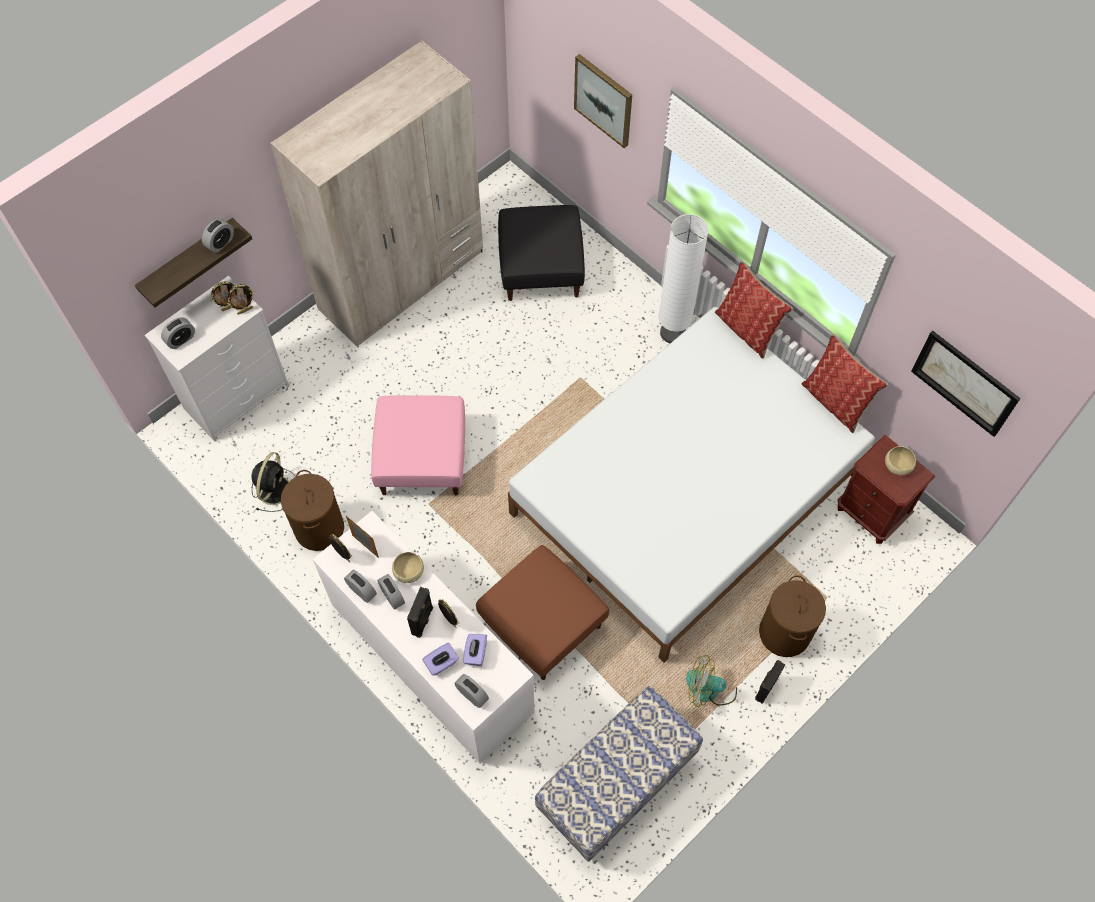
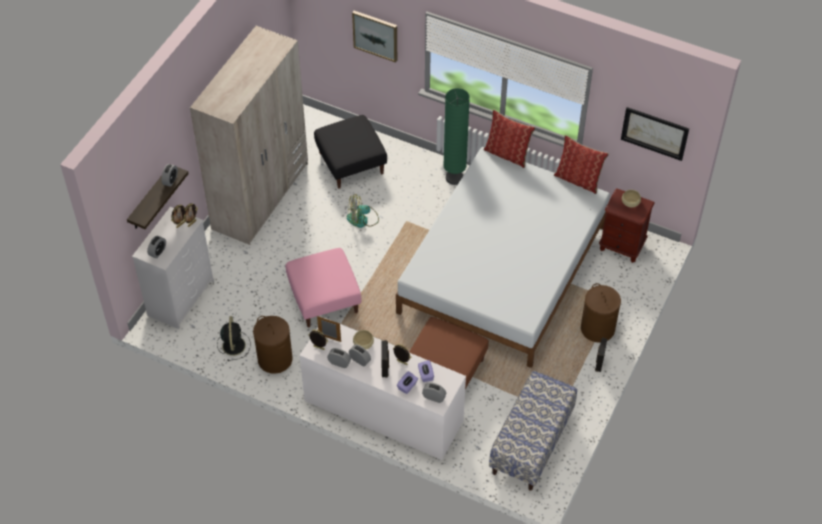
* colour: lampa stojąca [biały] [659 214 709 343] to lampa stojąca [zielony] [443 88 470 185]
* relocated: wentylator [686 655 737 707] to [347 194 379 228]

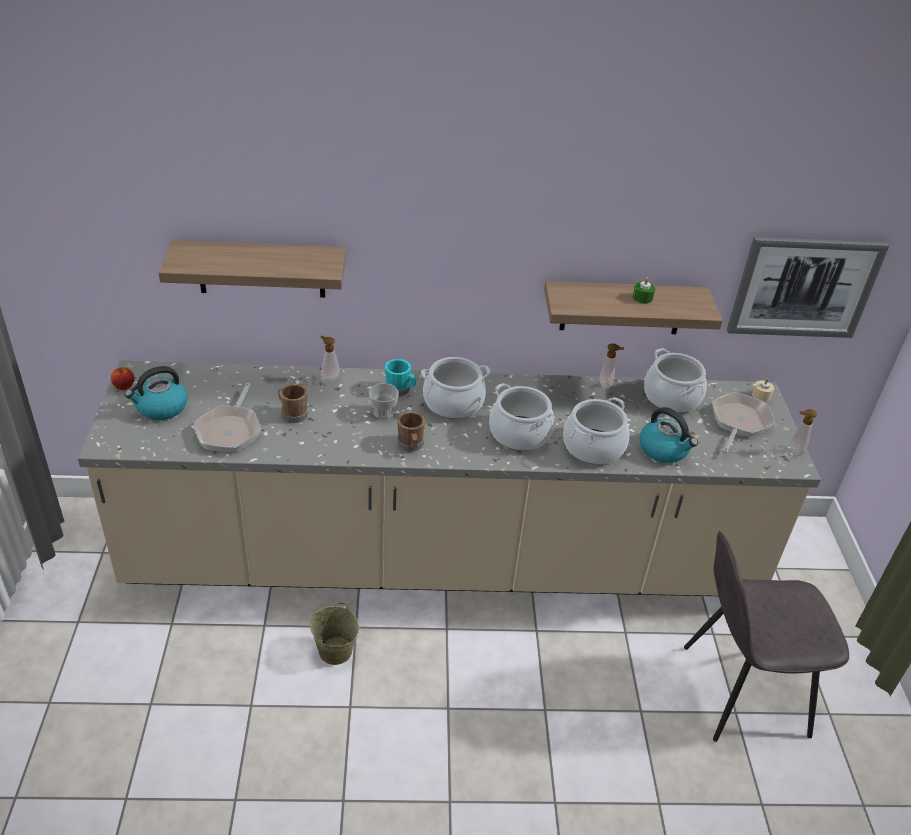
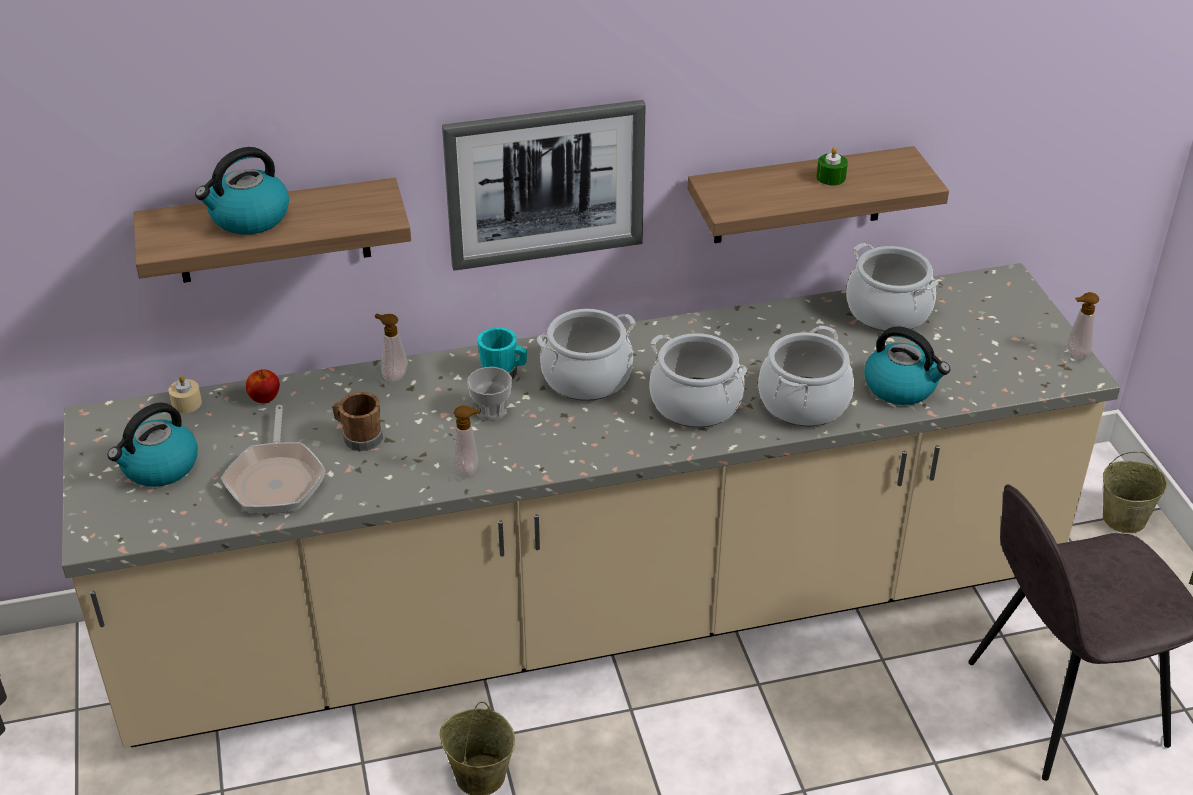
* relocated: obraz [727 237 889 338] to [442 100 646 271]
* relocated: dozownik mydła [599 343 624 389] to [454 406 481 478]
* relocated: jabłko [111 367 134 390] to [246 369 280 403]
* relocated: świeca [beżowy] [752 378 774 402] to [169 376 202 413]
* missing: patelnia [712 392 775 453]
* missing: kubek [brązowy] [397 411 425 452]
* appeared: czajnik [195 147 289 235]
* appeared: wiadro [beżowy] [1103 452 1167 533]

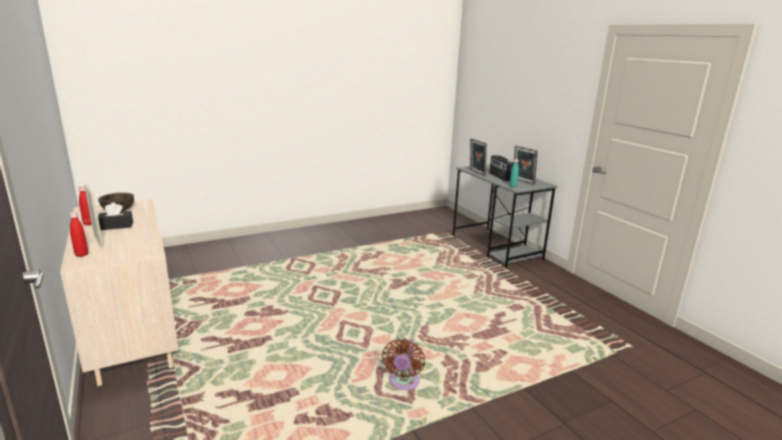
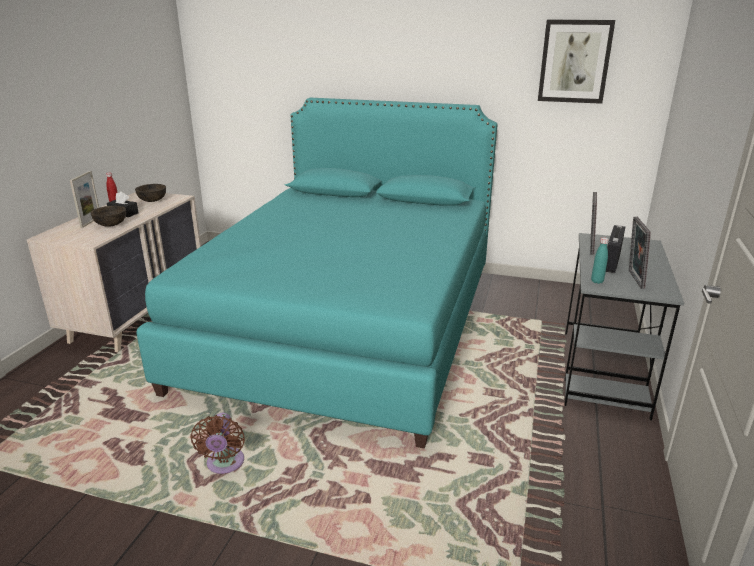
* missing: butelka [czerwony] [69 212 88 257]
* spun: wentylator [brązowy] [382 339 425 390] = [190 413 245 474] 60 degrees counterclockwise
* appeared: obraz [538 20 615 104]
* appeared: łóżko [turkusowy] [136 98 497 449]
* appeared: miska [brązowy] [91 206 126 227]

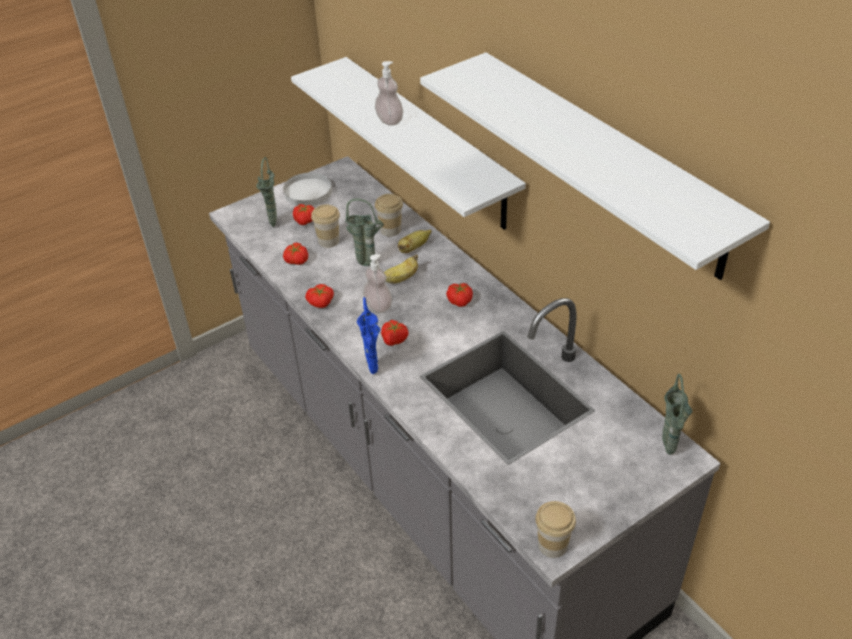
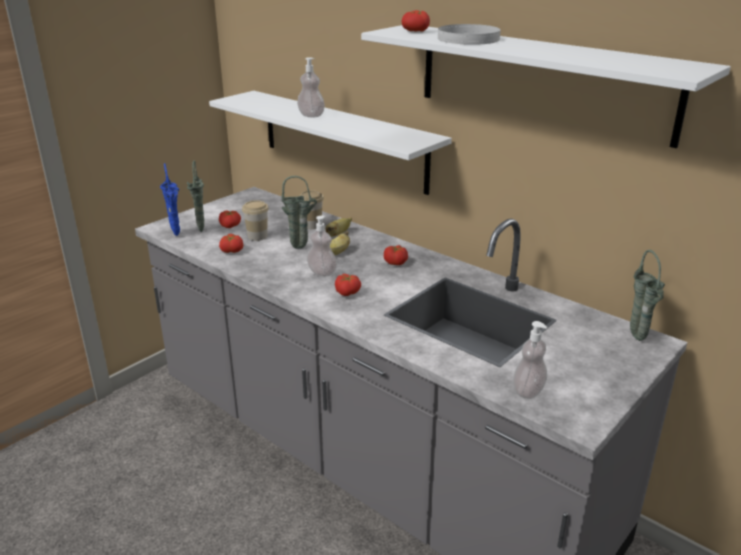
* relocated: talerz [biały] [283 173 332 206] to [438 24 501 45]
* relocated: pomidor [305 284 334 308] to [401 10 430 32]
* relocated: wazon [niebieski] [357 297 380 374] to [160 163 180 236]
* missing: filiżanka [535 501 576 558]
* appeared: dozownik mydła [513 321 548 399]

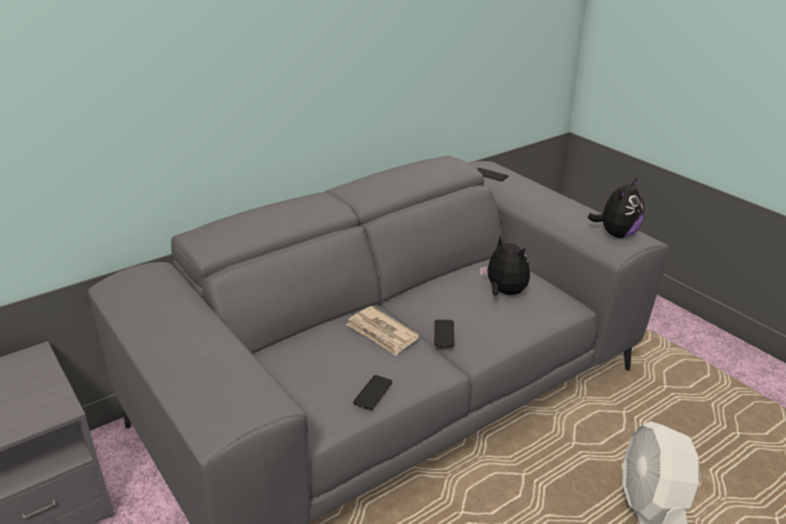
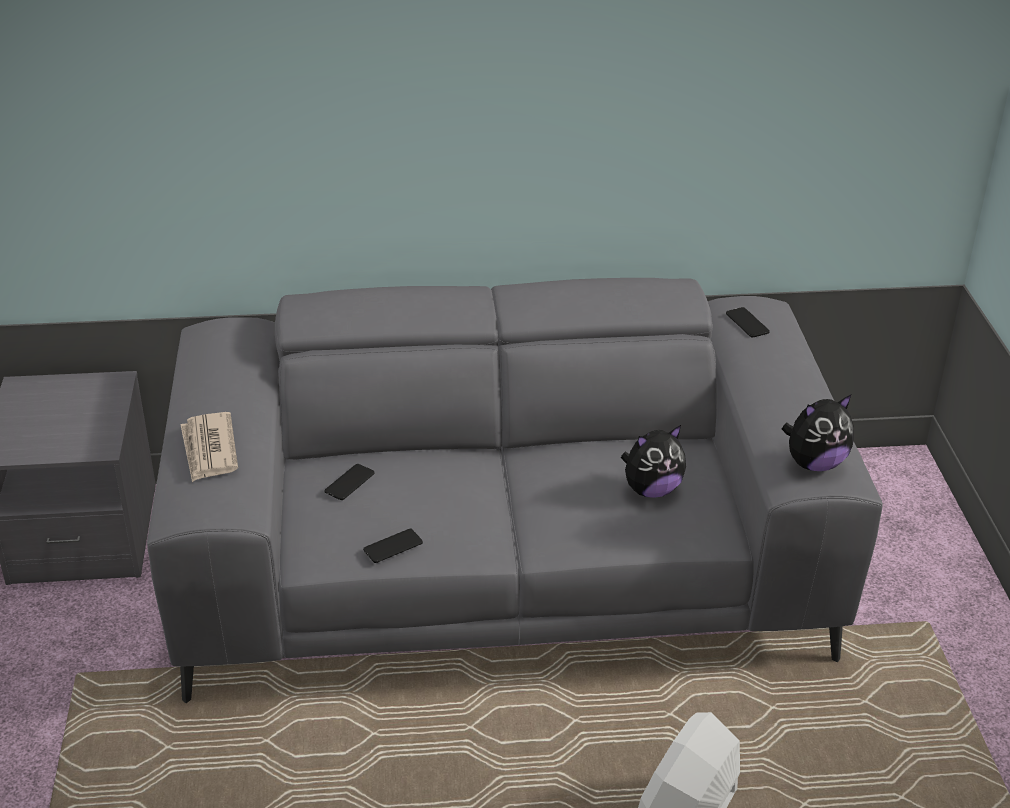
* spun: pluszak [480 236 530 296] = [621 425 686 498] 75 degrees clockwise
* relocated: gazeta [346 306 419 356] to [181 412 238 482]
* relocated: telefon [434 320 454 347] to [325 464 375 500]

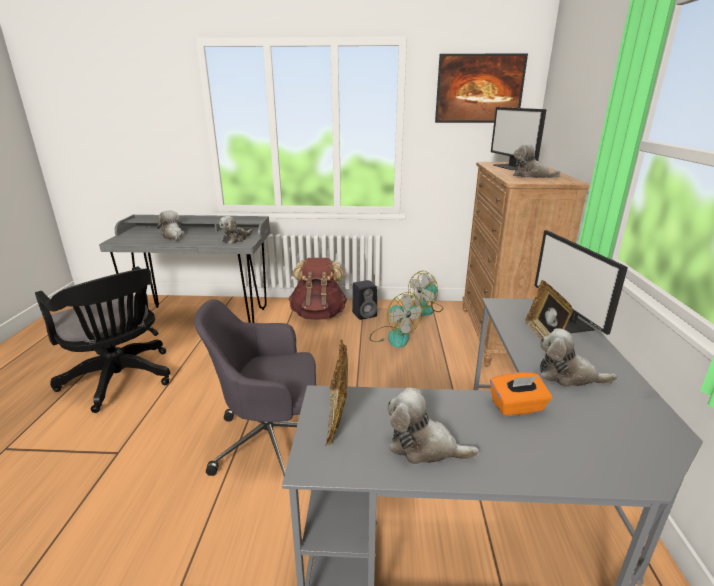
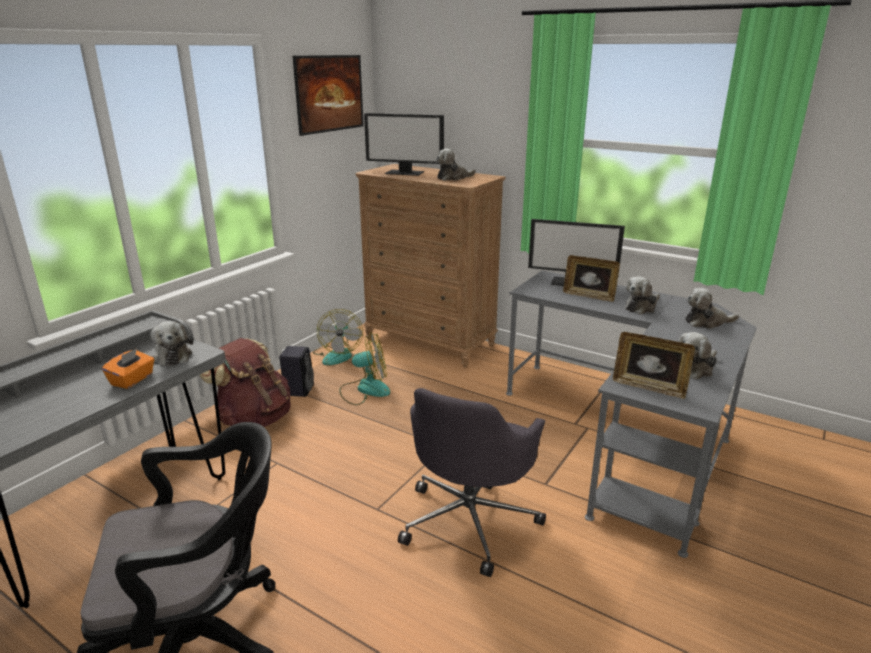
* relocated: pluszak [157 210 185 241] to [685 288 739 329]
* relocated: pudełko chusteczek [pomarańczowy] [490 372 552 416] to [102 348 155 389]

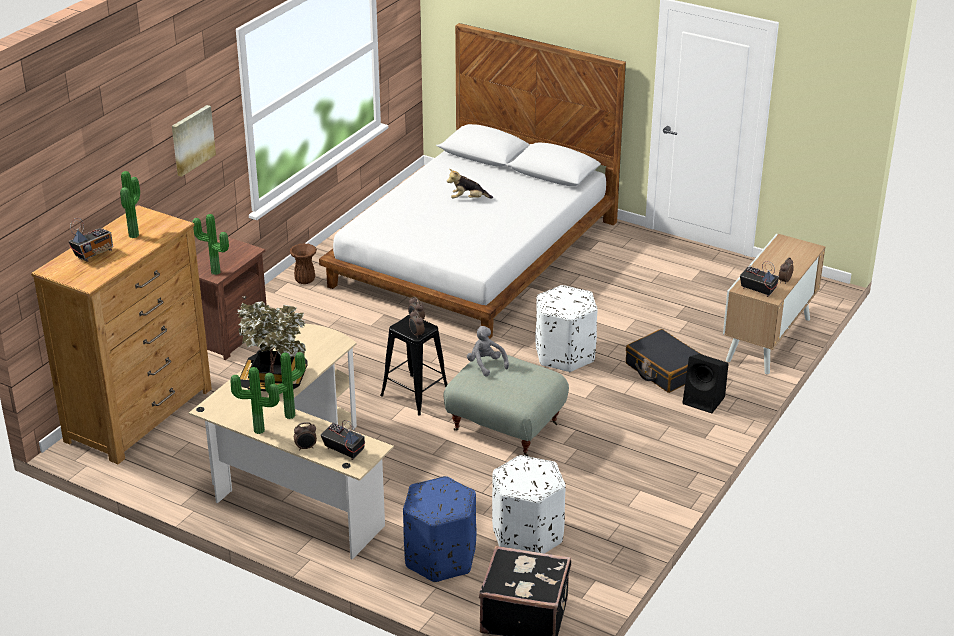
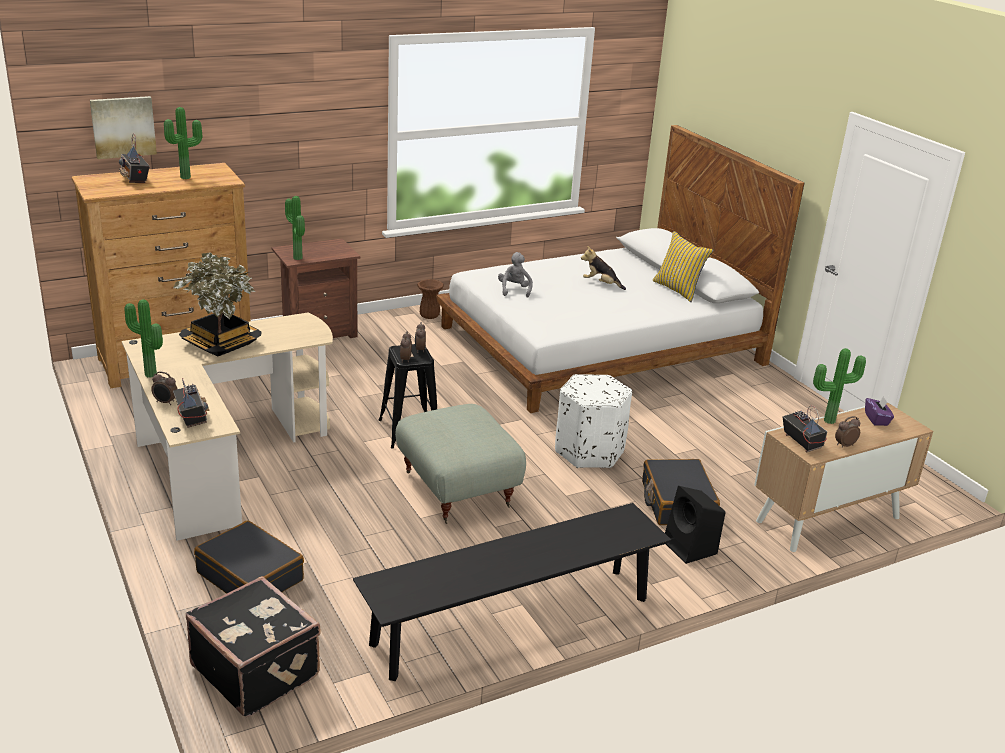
* relocated: obraz [172 105 216 177] to [90 96 157 159]
* spun: radio [69 218 113 262] = [119 133 150 183] 75 degrees clockwise
* relocated: pluszak [szary] [467 326 509 377] to [498 252 533 298]
* relocated: roślina doniczkowa [265 352 306 419] to [813 348 866 424]
* missing: pufa [biały] [492 455 566 554]
* exchanged: pufa [niebieski] [403 476 476 582] to walizka [czarny] [194 520 304 594]
* appeared: poduszka [żółty] [653 231 714 302]
* appeared: pudełko chusteczek [fioletowy] [865 396 894 426]
* appeared: ławka [czarny] [353 503 671 681]

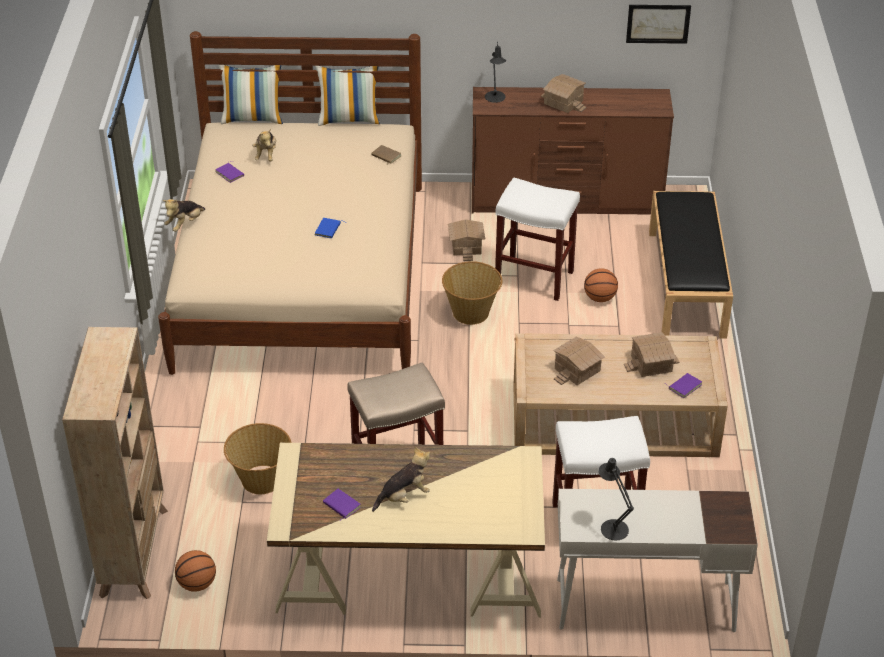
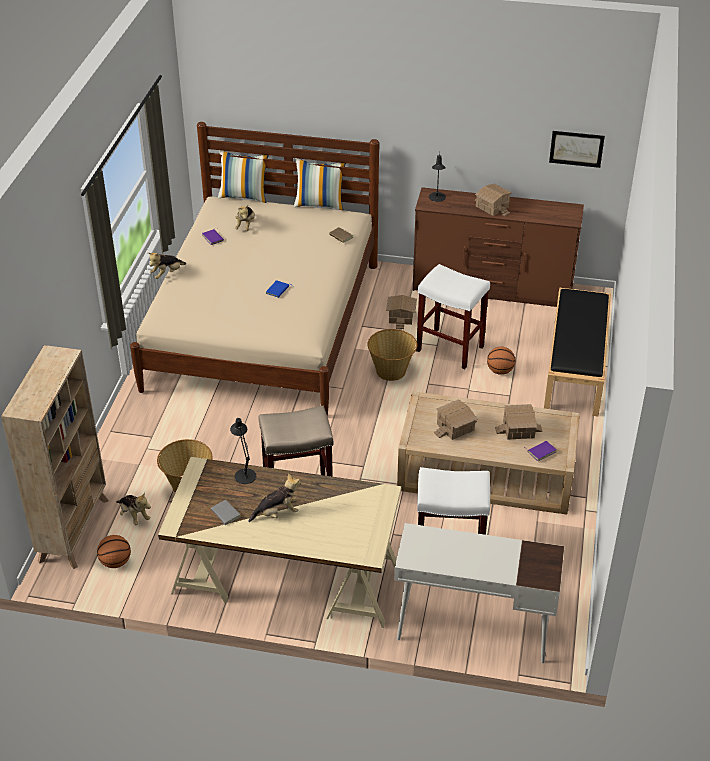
* relocated: lampa stołowa [czarny] [598 458 634 541] to [230 418 256 484]
* colour: książka [fioletowy] [323 489 361 519] to książka [szary] [211 500 240 526]
* appeared: pluszak [116 492 151 525]

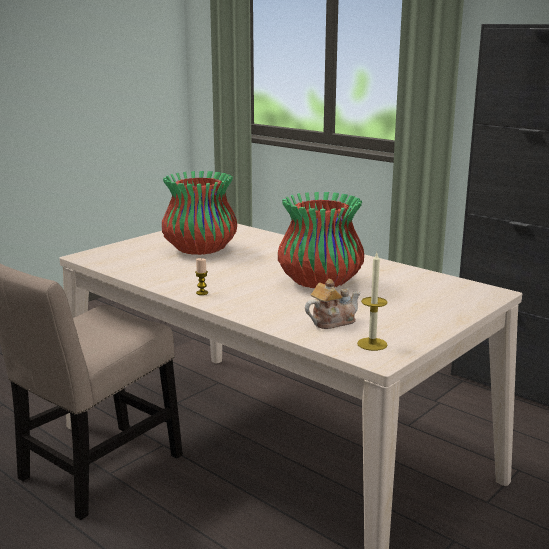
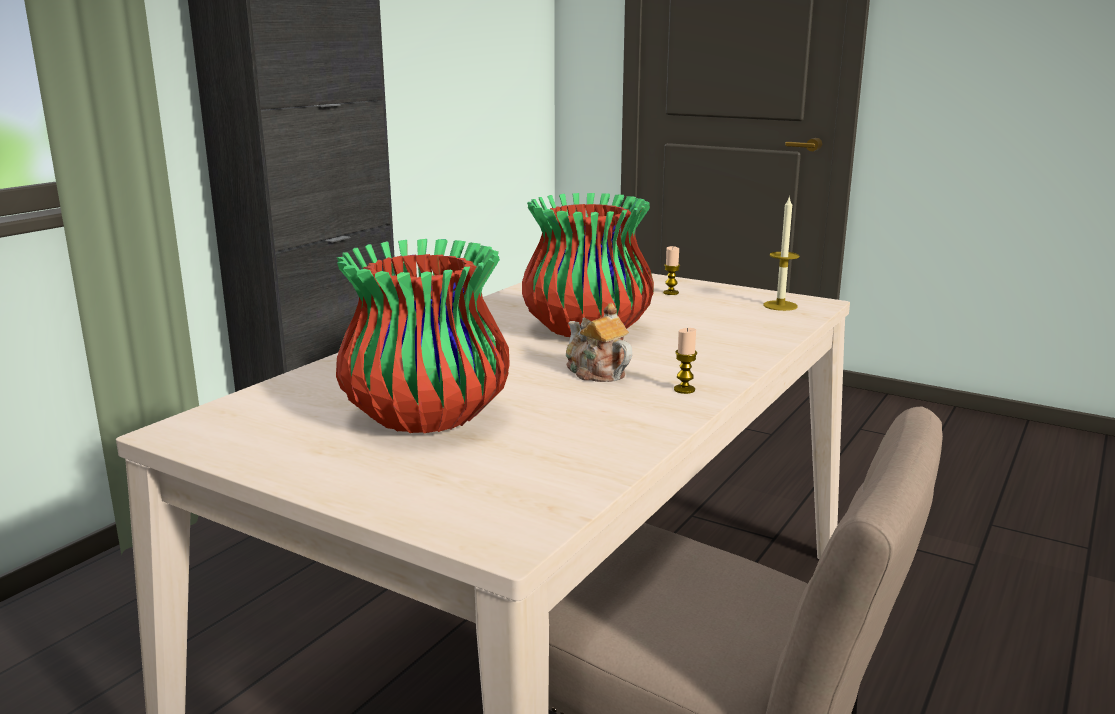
* relocated: imbryk [305 279 361 329] to [566 303 632 382]
* appeared: świeca [663 246 680 295]

